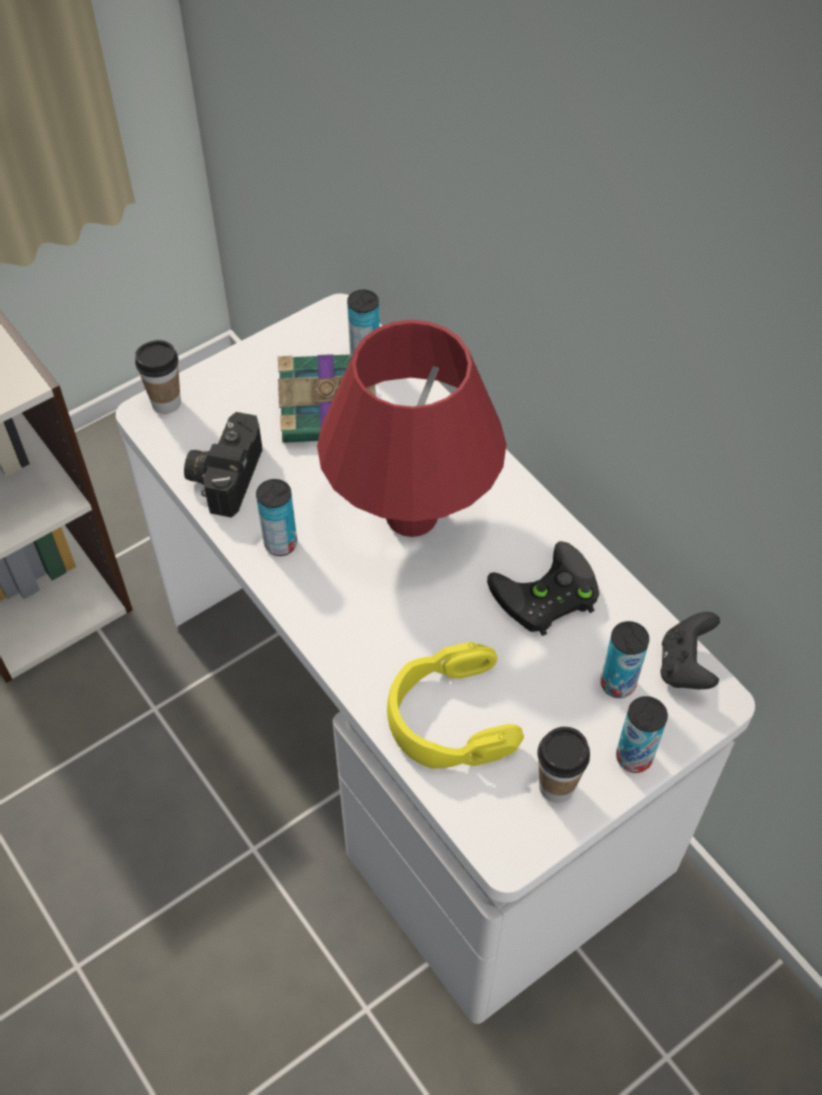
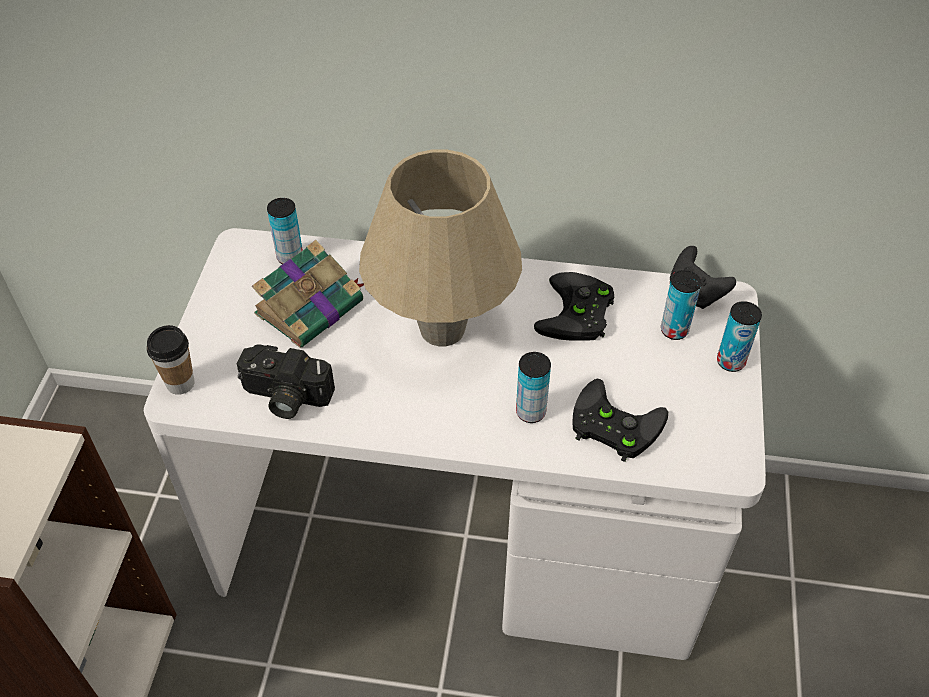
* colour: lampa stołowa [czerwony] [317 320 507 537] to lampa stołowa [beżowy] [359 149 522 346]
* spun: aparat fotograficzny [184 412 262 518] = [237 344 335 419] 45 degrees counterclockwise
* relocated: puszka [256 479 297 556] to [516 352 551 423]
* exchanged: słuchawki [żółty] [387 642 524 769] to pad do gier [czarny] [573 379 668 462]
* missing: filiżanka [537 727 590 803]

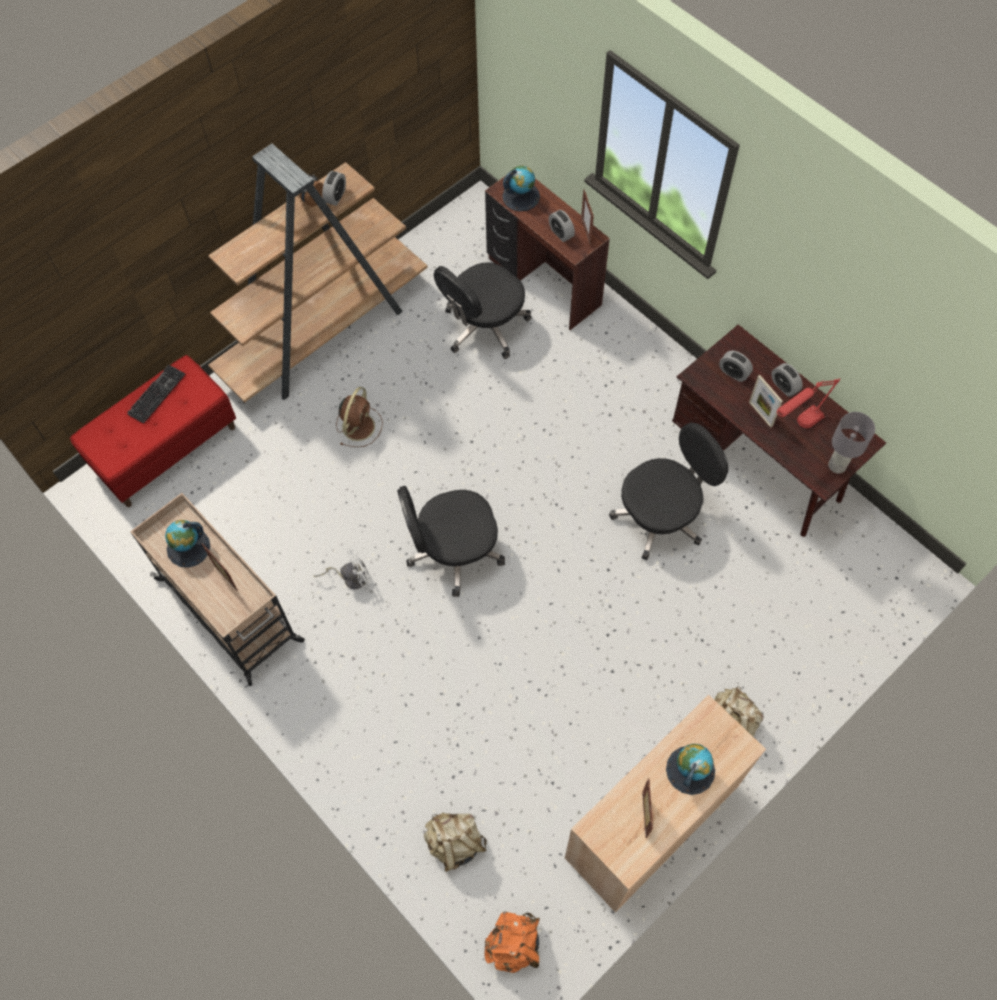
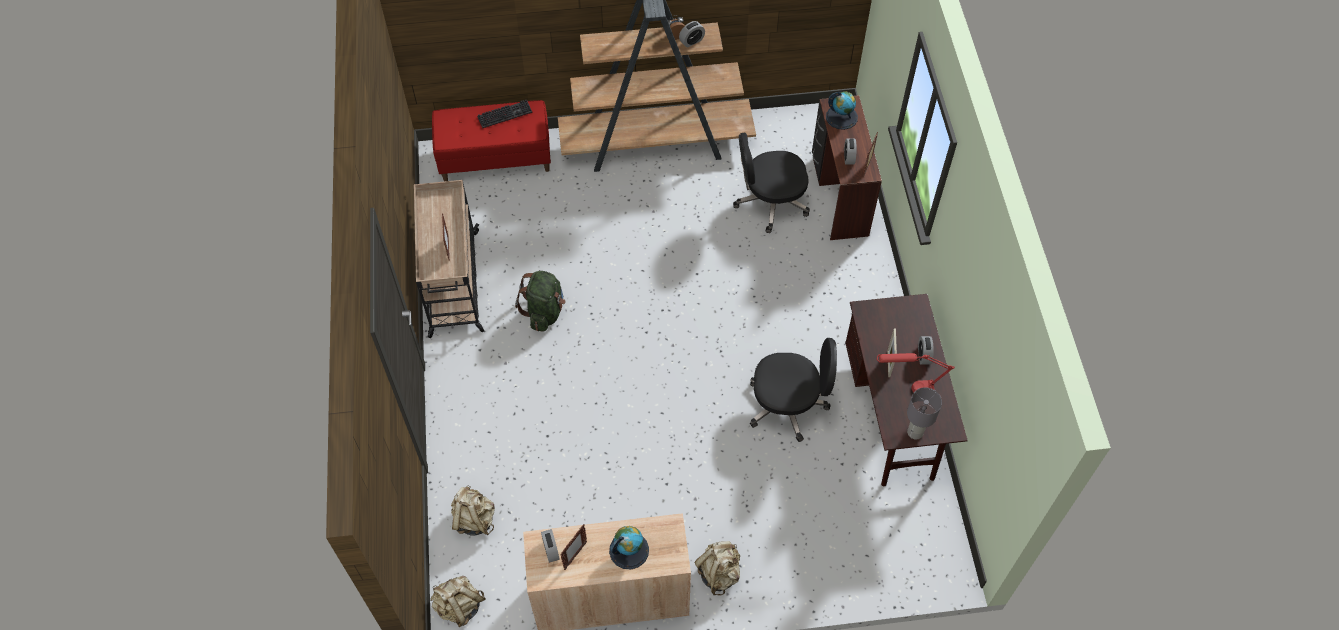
* relocated: budzik [719 351 753 382] to [541 529 560 563]
* missing: wentylator [brązowy] [336 387 383 447]
* missing: krzesło biurowe [czarny] [397 486 505 597]
* missing: globus [165 520 210 568]
* exchanged: wentylator [biały] [314 547 372 589] to plecak [zielony] [515 271 566 332]
* colour: plecak [pomarańczowy] [484 912 540 973] to plecak [beżowy] [430 576 486 627]

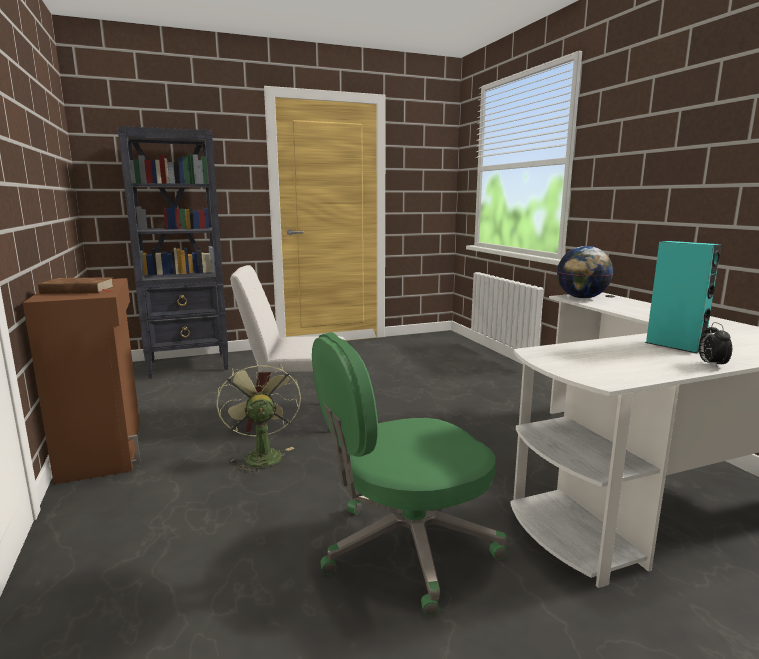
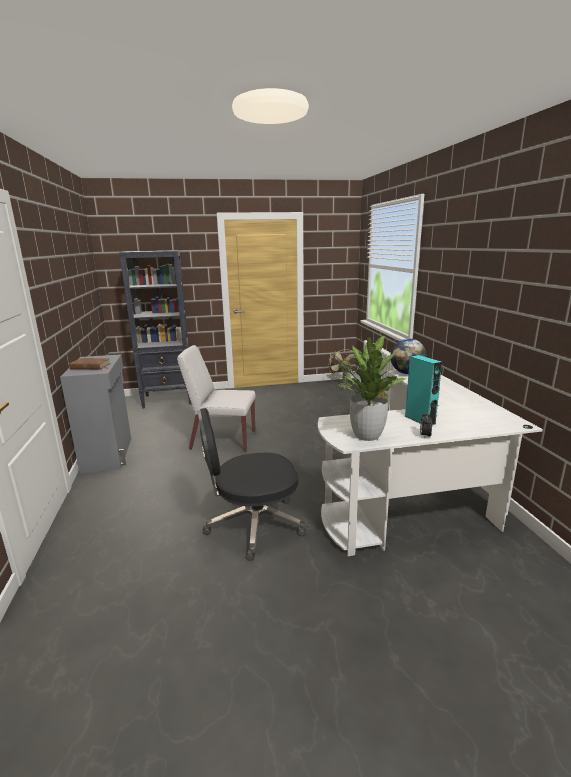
* colour: szafka [brązowy] [23 278 141 484] to szafka [szary] [60 354 131 474]
* colour: krzesło biurowe [zielony] [312 332 507 616] to krzesło biurowe [czarny] [197 408 306 561]
* relocated: wentylator [zielony] [217 360 301 474] to [328 349 359 389]
* appeared: roślina doniczkowa [343 336 406 441]

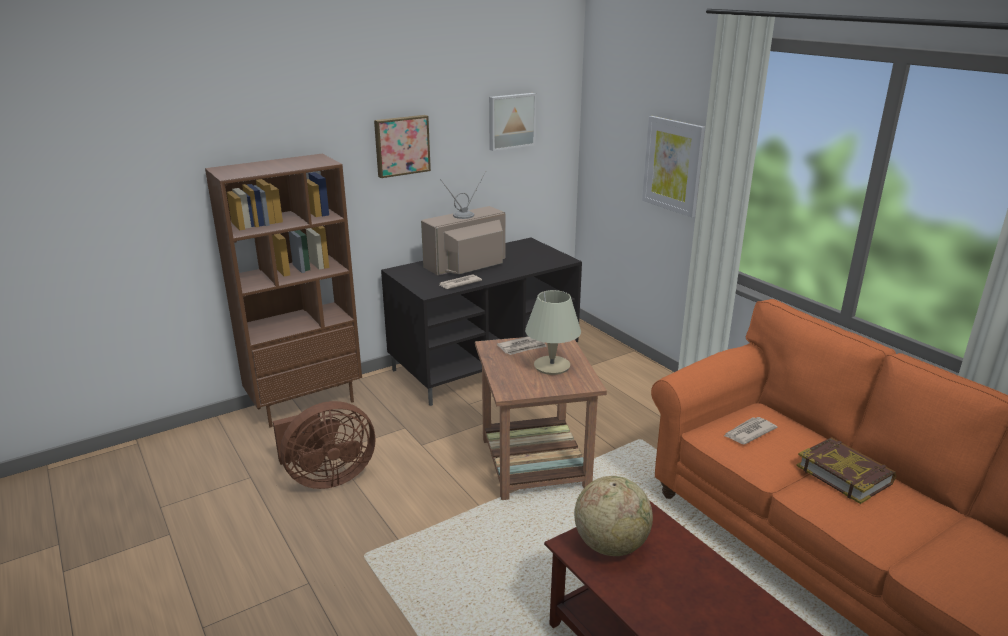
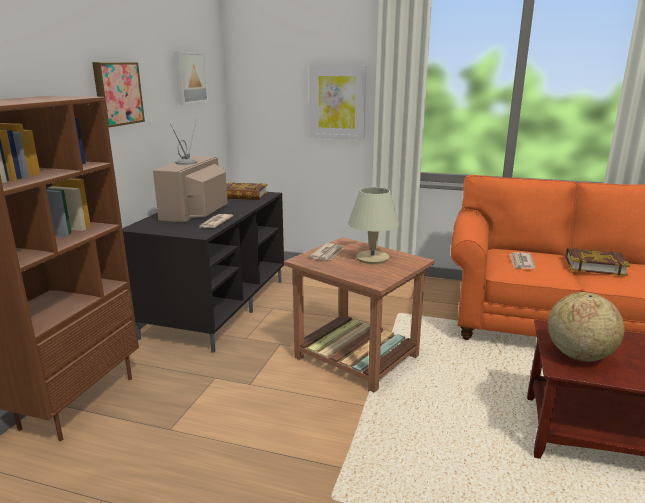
* missing: wentylator [brązowy] [273 401 375 489]
* appeared: książka [226 182 268 200]

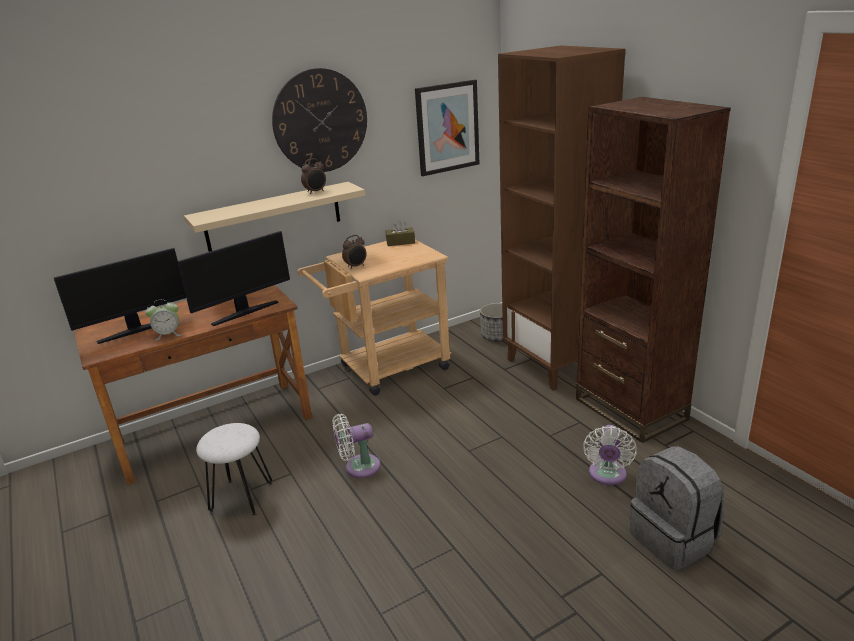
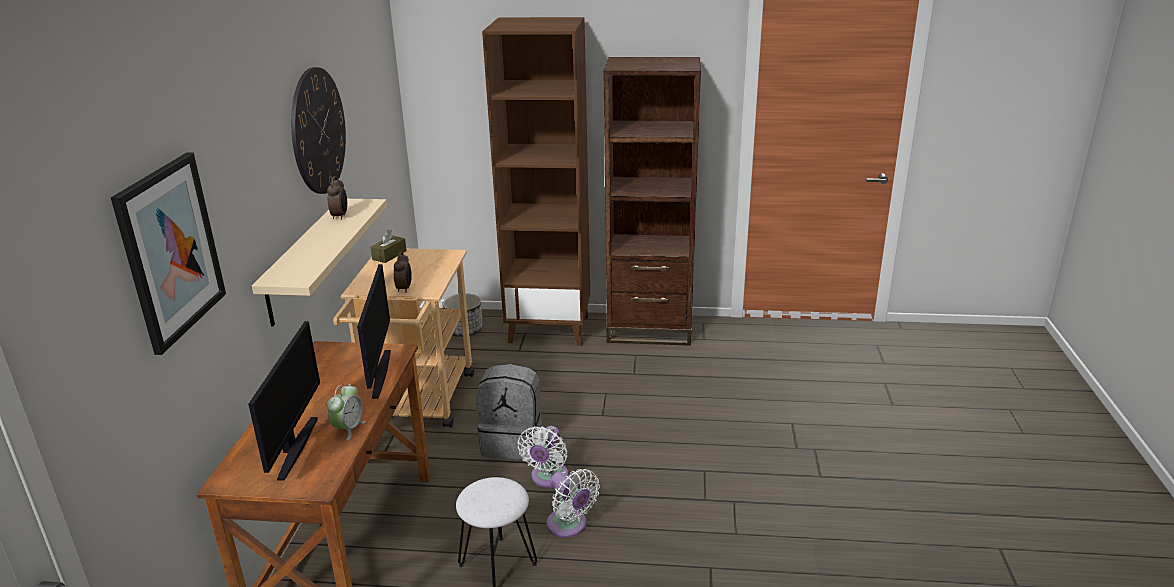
* relocated: obraz [415 80 479 176] to [111 152 226 355]
* relocated: wentylator [biały] [583 425 637 485] to [546 469 600 538]
* relocated: plecak [szary] [630 446 724 570] to [476 364 543 460]

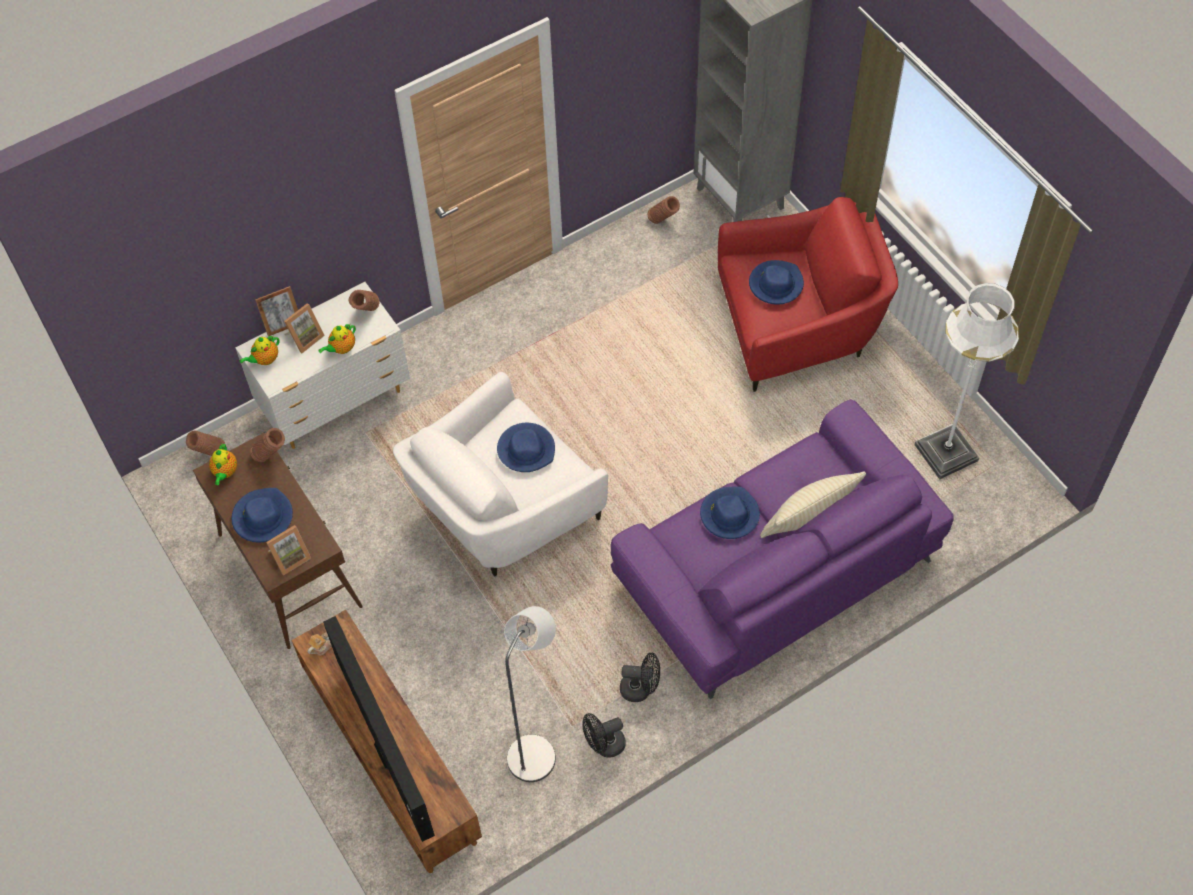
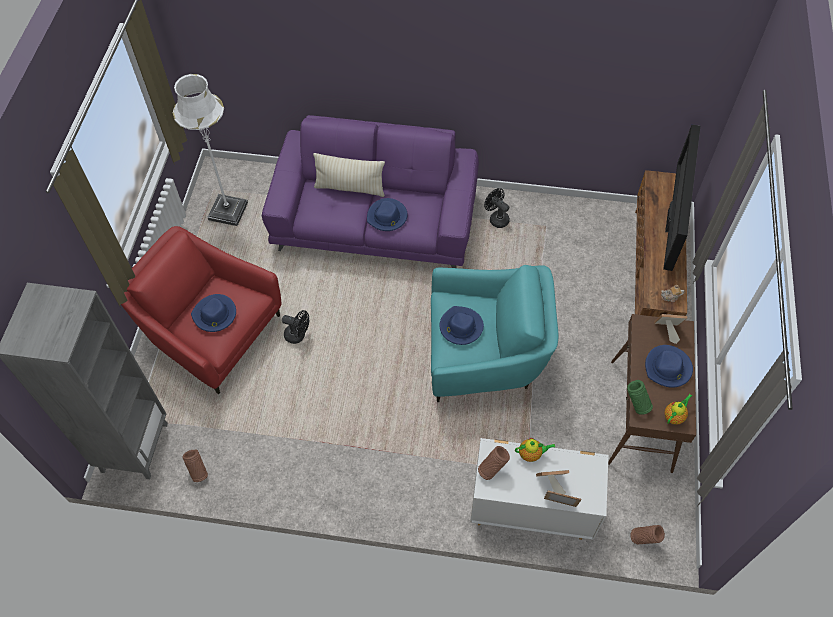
* missing: imbryk [239 335 280 365]
* colour: fotel [biały] [393 372 608 577] to fotel [turkusowy] [431 265 558 402]
* colour: wazon [brązowy] [250 428 285 462] to wazon [zielony] [627 380 653 415]
* missing: lampa stojąca [szary] [504 606 556 782]
* relocated: wentylator [czarny] [583 713 626 758] to [282 310 309 344]

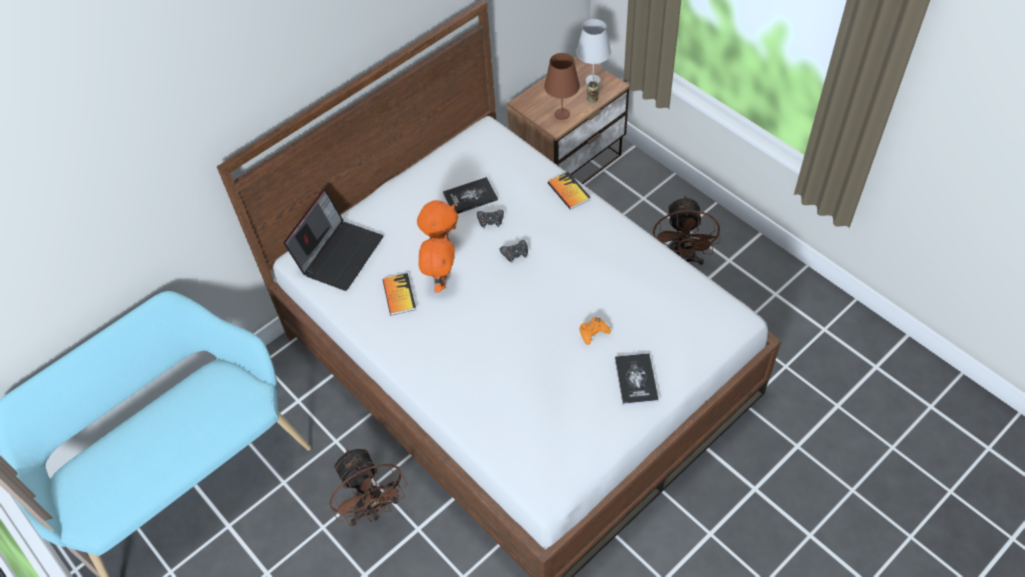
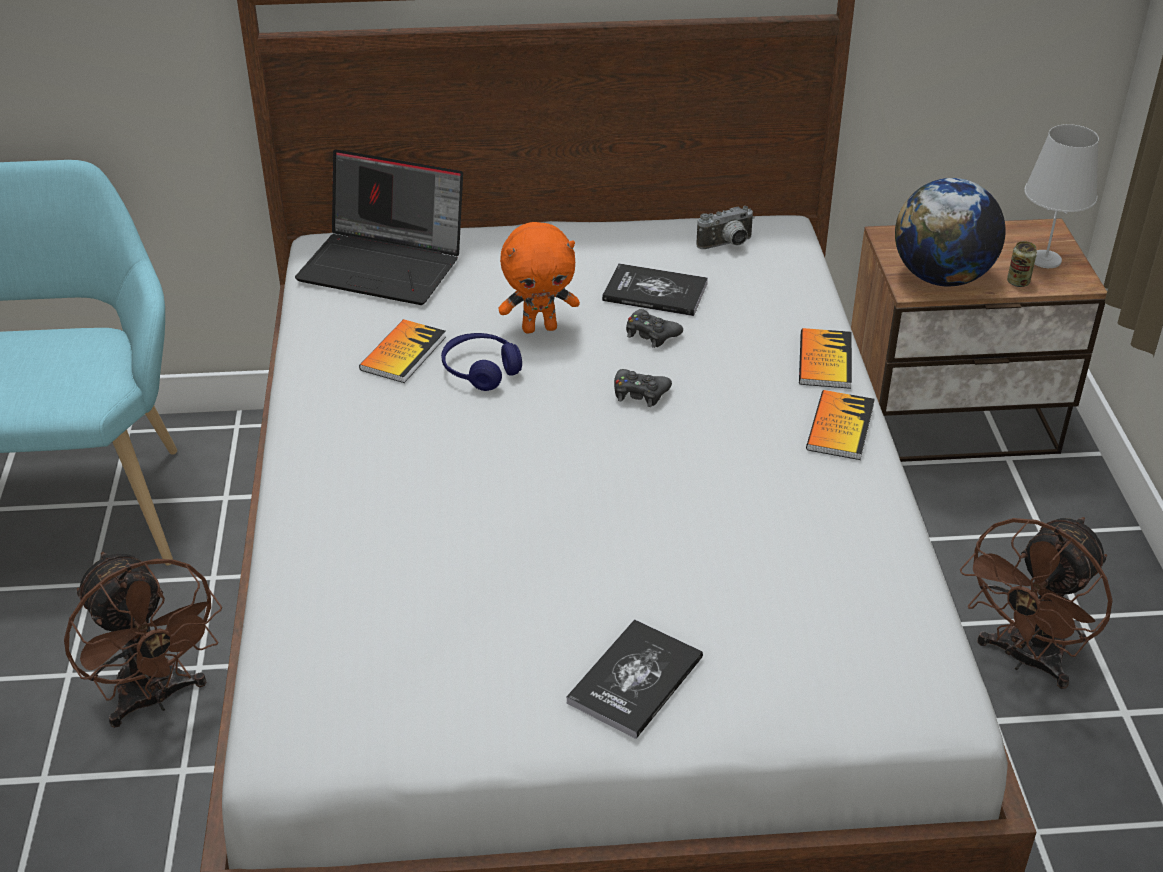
* exchanged: lampa stołowa [brązowy] [544 53 580 120] to globus [895 178 1006 287]
* spun: laptop [284 189 383 291] = [295 149 463 305] 45 degrees clockwise
* exchanged: pluszak [pomarańczowy] [419 235 455 293] to słuchawki [niebieski] [441 333 522 391]
* missing: pad do gier [pomarańczowy] [580 317 611 345]
* spun: wentylator [brązowy] [329 448 407 527] = [64 552 222 728] 45 degrees counterclockwise
* appeared: aparat fotograficzny [697 206 755 249]
* appeared: książka [806 390 875 460]

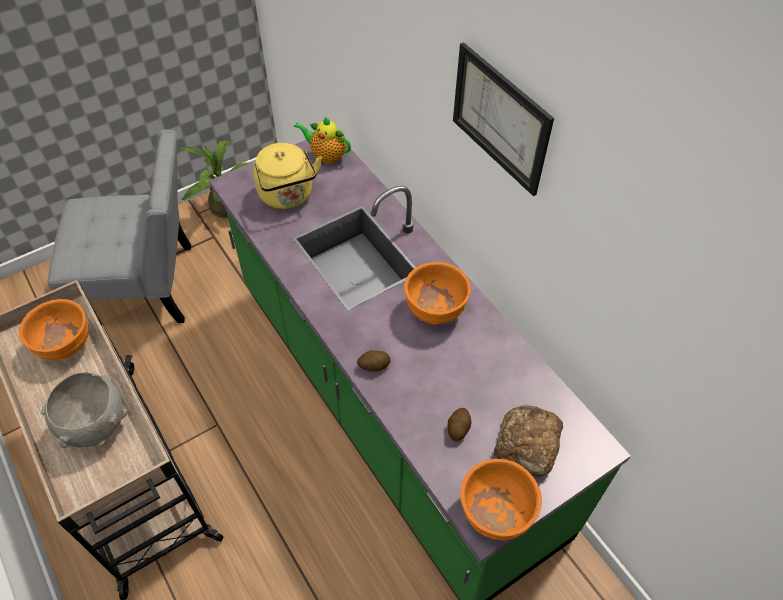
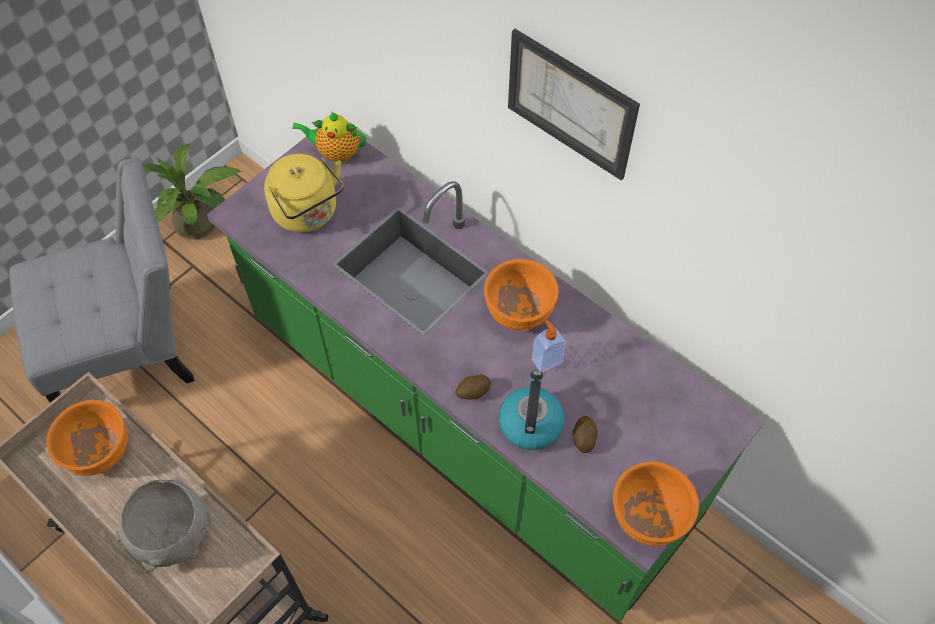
* missing: chleb [494 405 563 477]
* appeared: dozownik mydła [532 320 566 373]
* appeared: czajnik [499 370 564 450]

